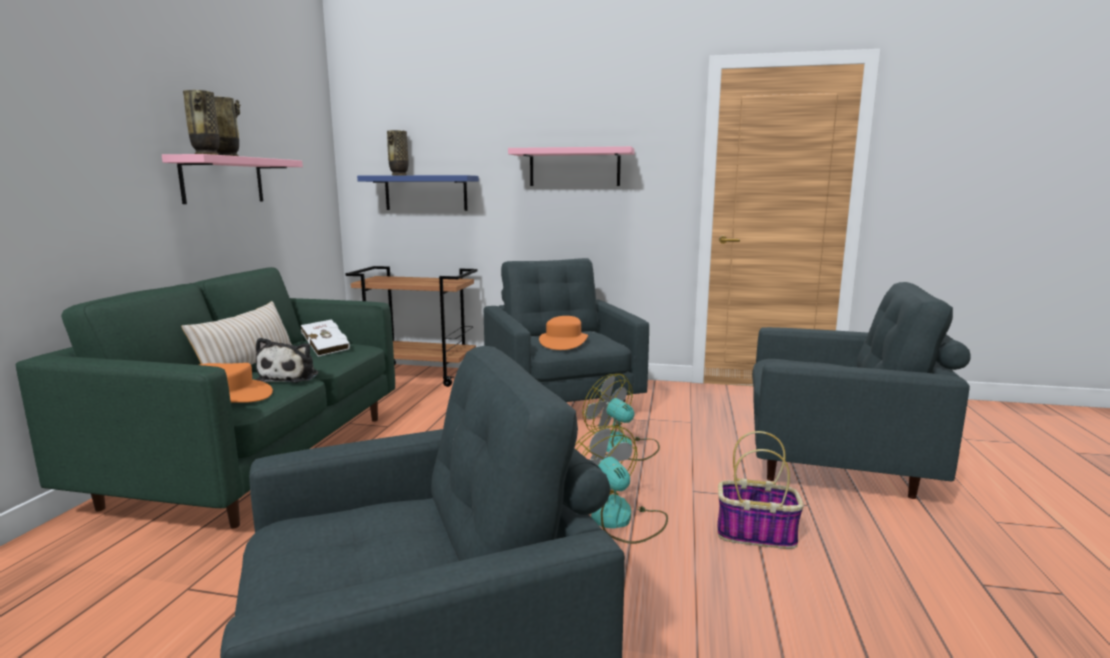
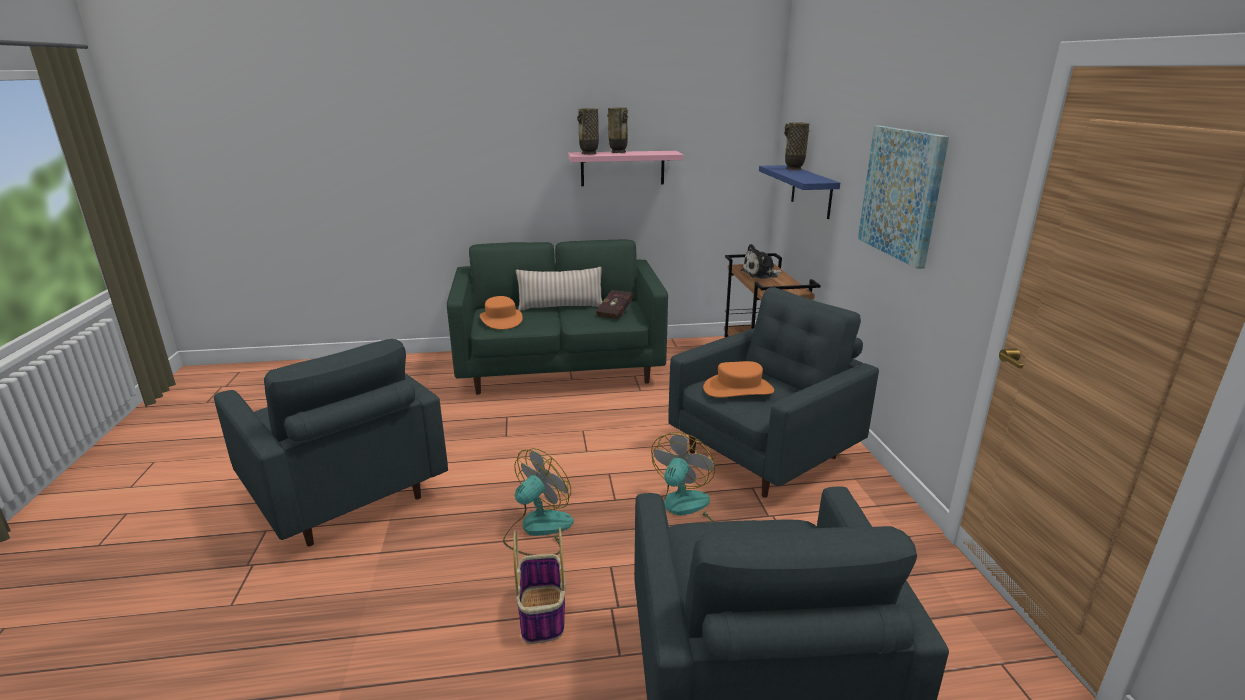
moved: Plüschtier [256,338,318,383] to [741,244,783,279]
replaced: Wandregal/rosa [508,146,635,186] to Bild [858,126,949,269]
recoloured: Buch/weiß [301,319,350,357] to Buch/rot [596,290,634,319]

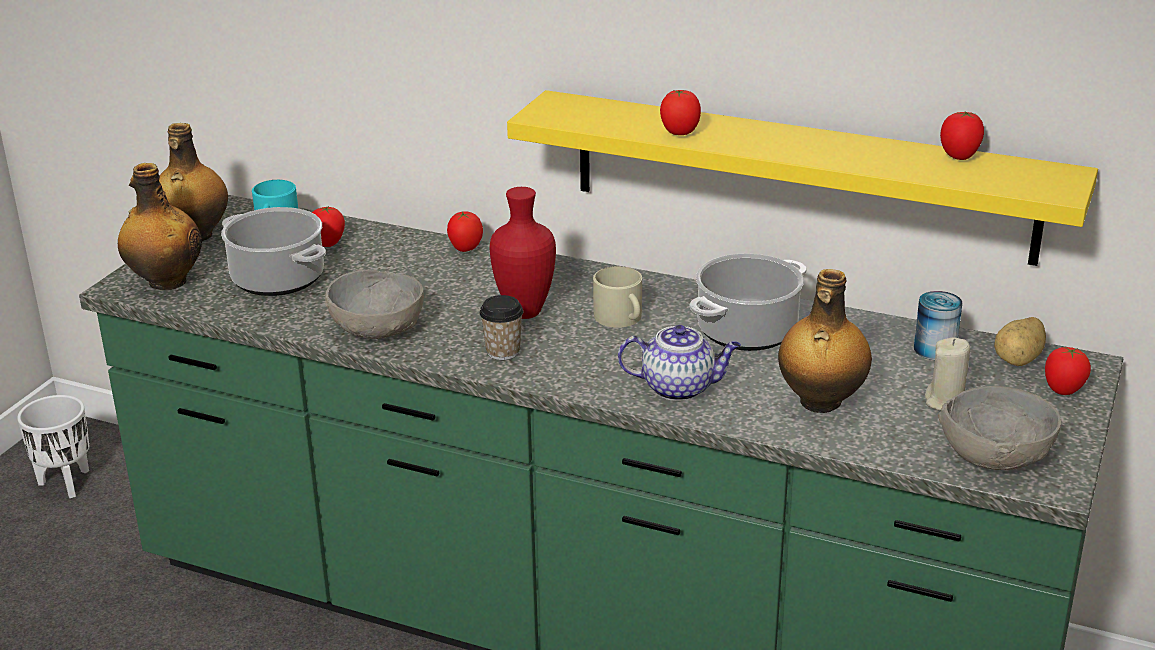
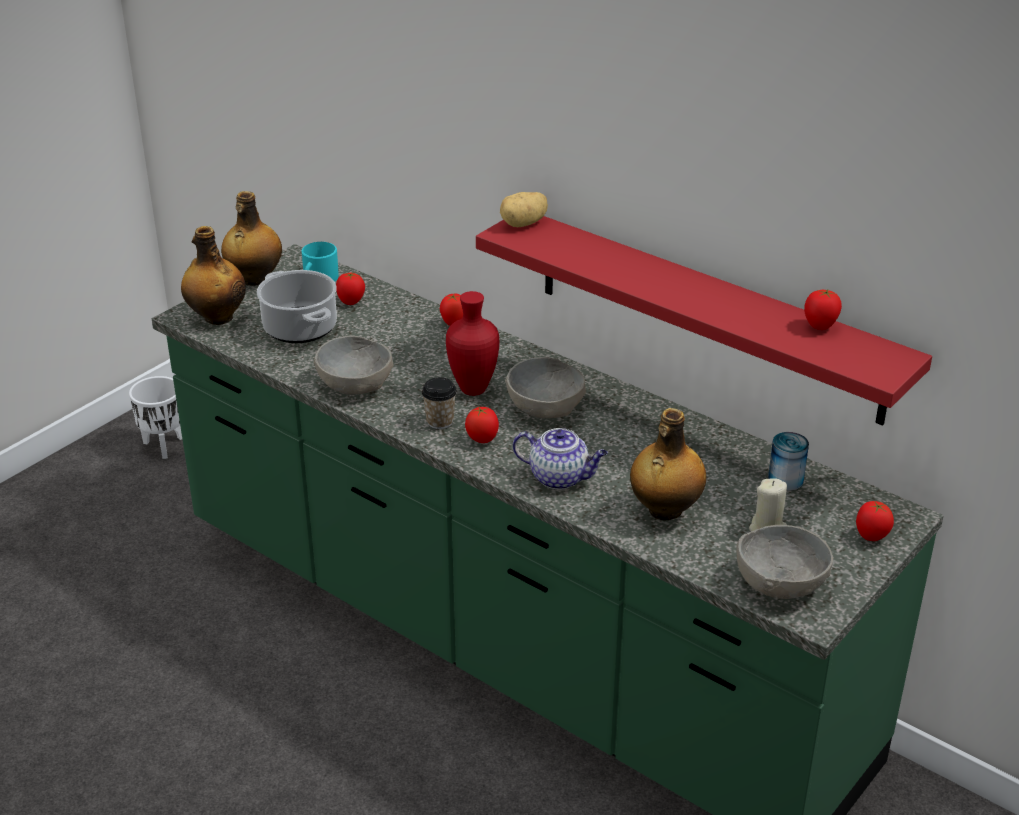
removed: Kochtopf [689,254,807,351]
moved: Tomate [660,90,701,135] to [465,406,499,443]; Kartoffel [994,317,1046,366] to [500,192,548,227]
replaced: Henkelbecher/beige [593,266,642,328] to Schüssel/grau [505,357,586,418]
recoloured: Wandregal/gelb [507,90,1098,266] to Wandregal/rot [476,216,932,426]

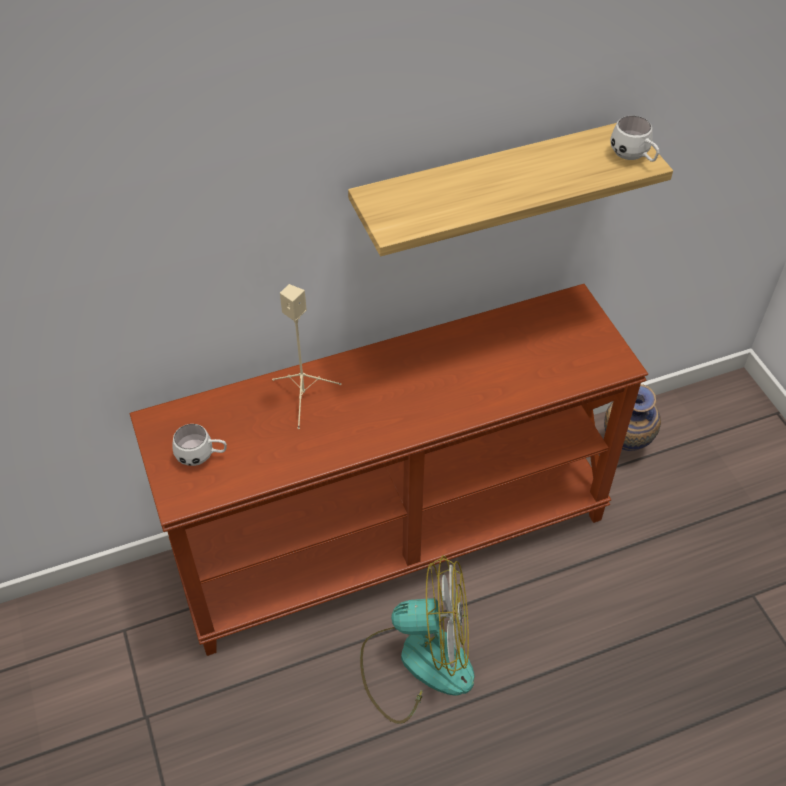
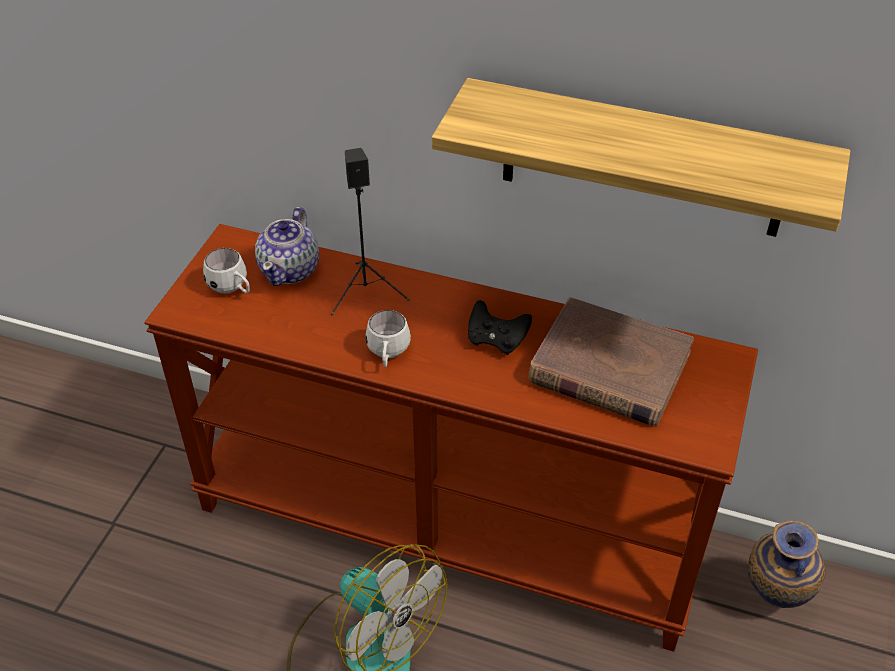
added: Teekanne [255,207,319,286]; Buch/braun [528,297,694,427]; Gamepad/schwarz [468,300,532,355]
moved: Henkelbecher/weiß [610,116,659,162] to [365,310,411,367]
recoloured: Lautsprecher/beige [272,284,341,429] to Lautsprecher/schwarz [331,148,410,315]

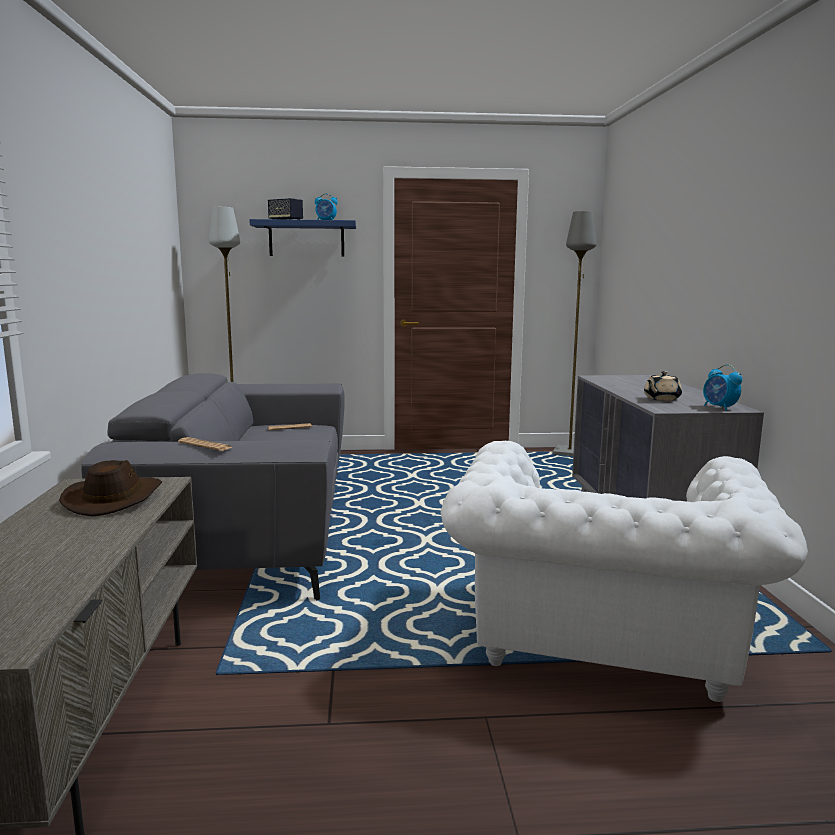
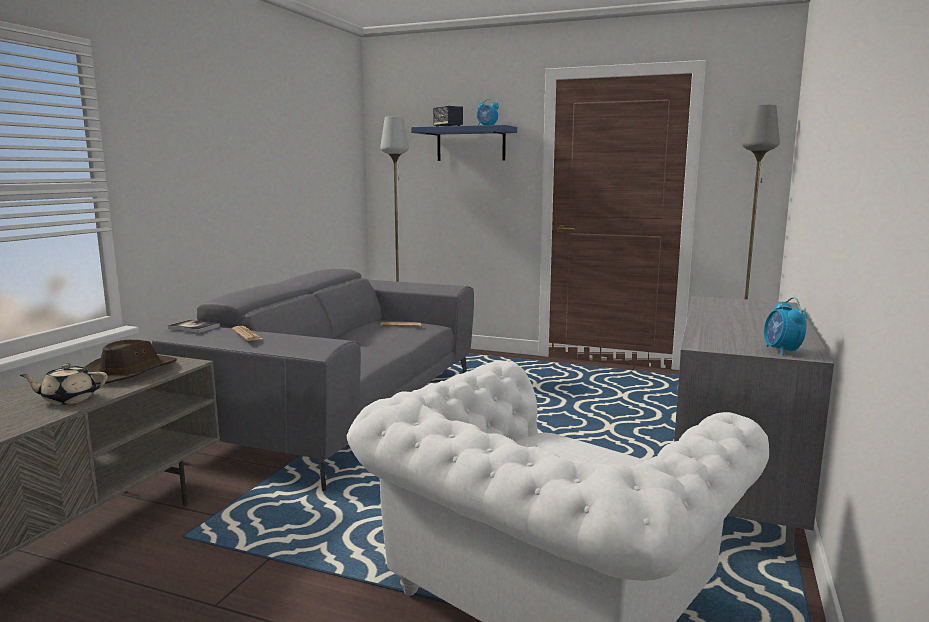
added: Buch [168,319,220,333]
moved: Teekanne/beige [644,371,682,401] to [20,363,107,405]

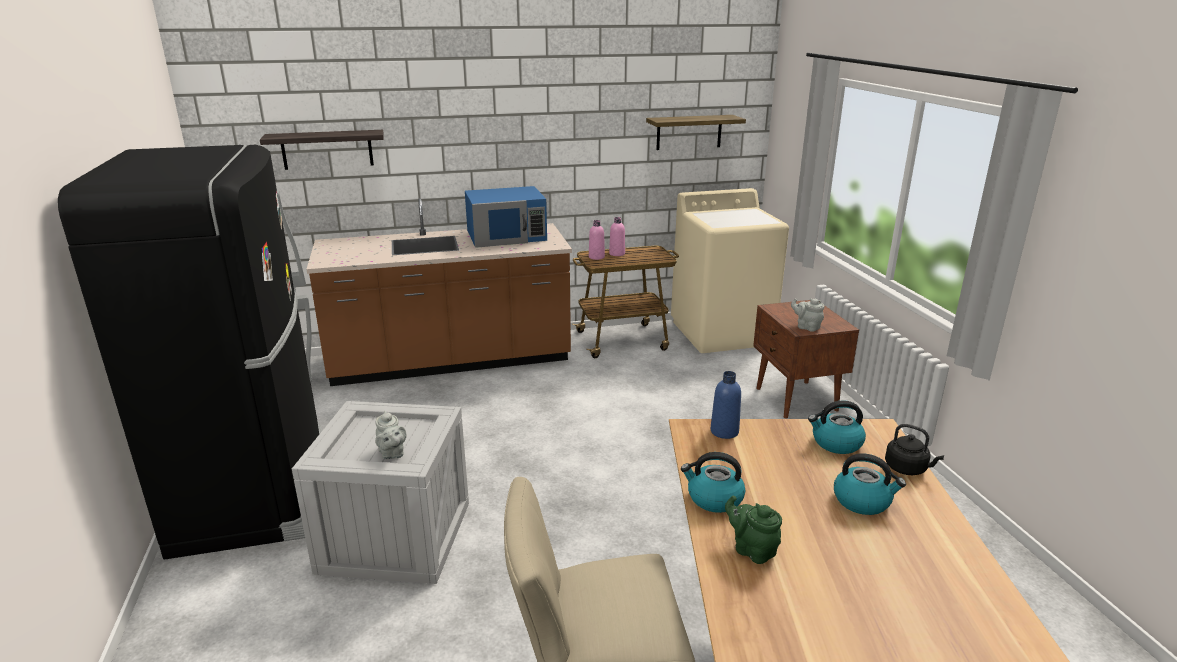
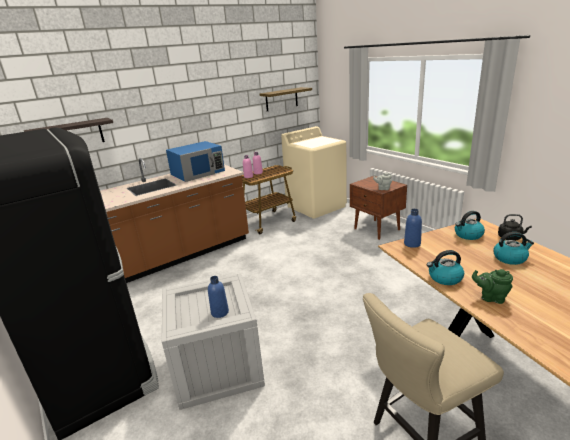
replaced: Teekanne/grau [375,411,406,459] to Flasche/blau [208,276,229,318]

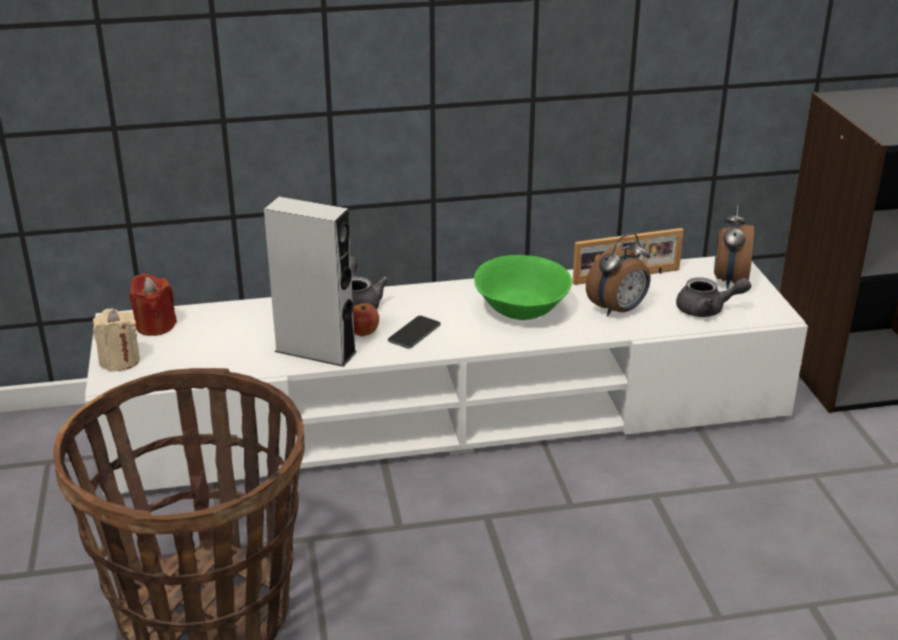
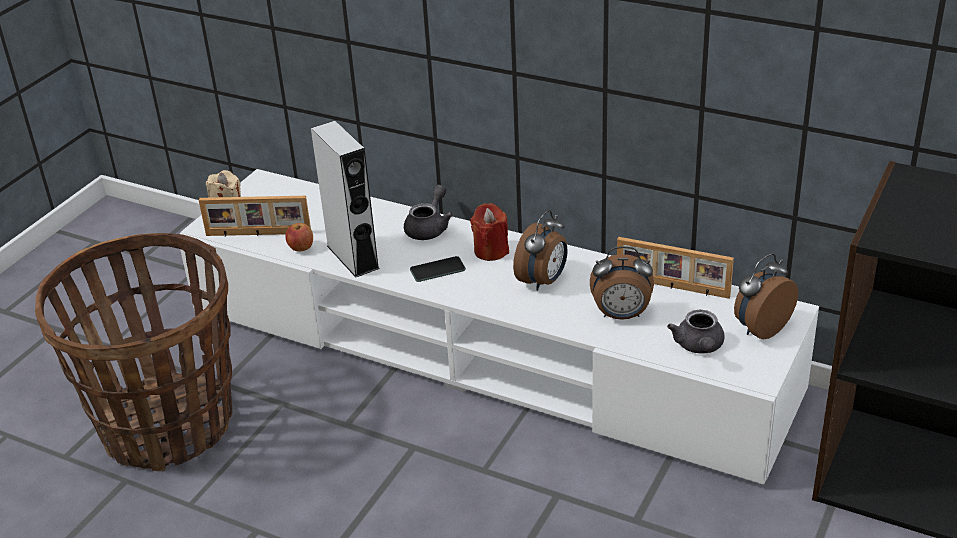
added: Bilderrahmen [199,196,311,237]
moved: Kerze/rot [129,273,177,336] to [470,203,509,261]; Apfel [353,303,379,337] to [285,223,313,251]
replaced: Schüssel/grün [474,255,572,320] to Wecker [513,210,568,291]
turned: Teekanne/grau [676,277,751,317] = [667,310,725,353] 45 degrees clockwise

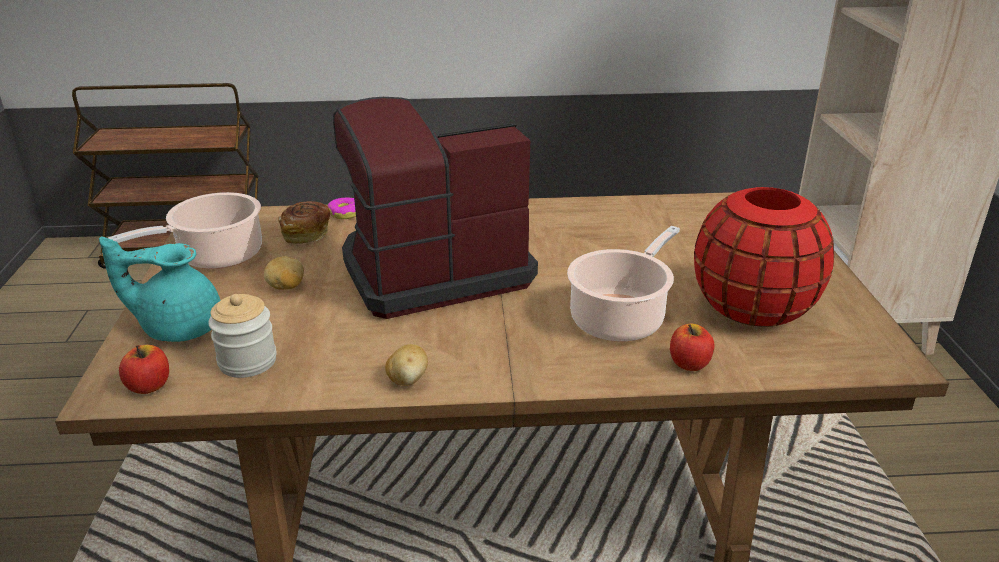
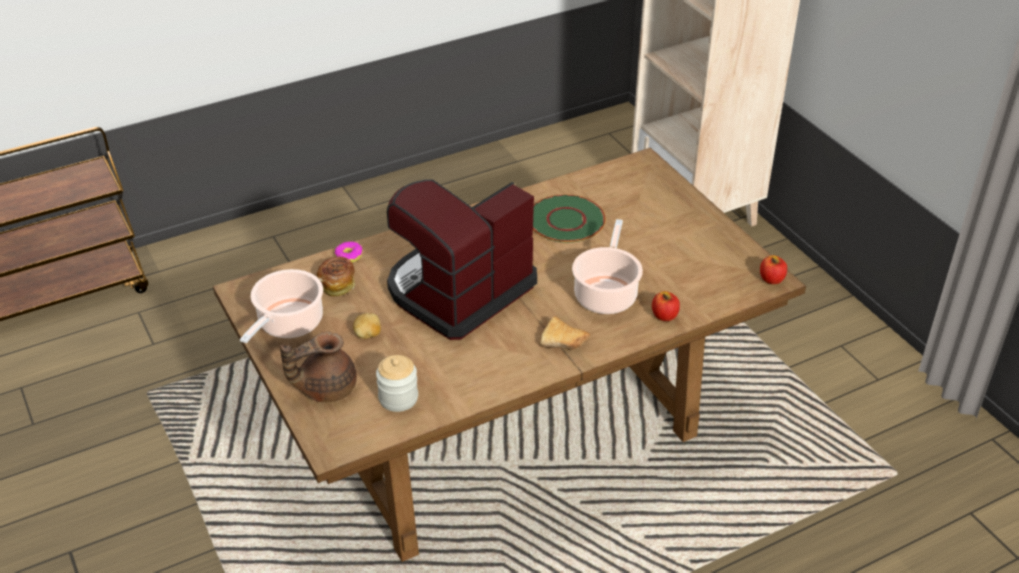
removed: Vase/rot [694,187,834,327]; Kartoffel [385,344,428,386]
added: Teller/grün [533,195,606,243]; Brot [540,316,590,350]
moved: Apfel [119,345,169,394] to [760,255,787,284]
recoloured: Teekanne/türkis [99,236,220,342] to Teekanne/braun [280,332,357,403]

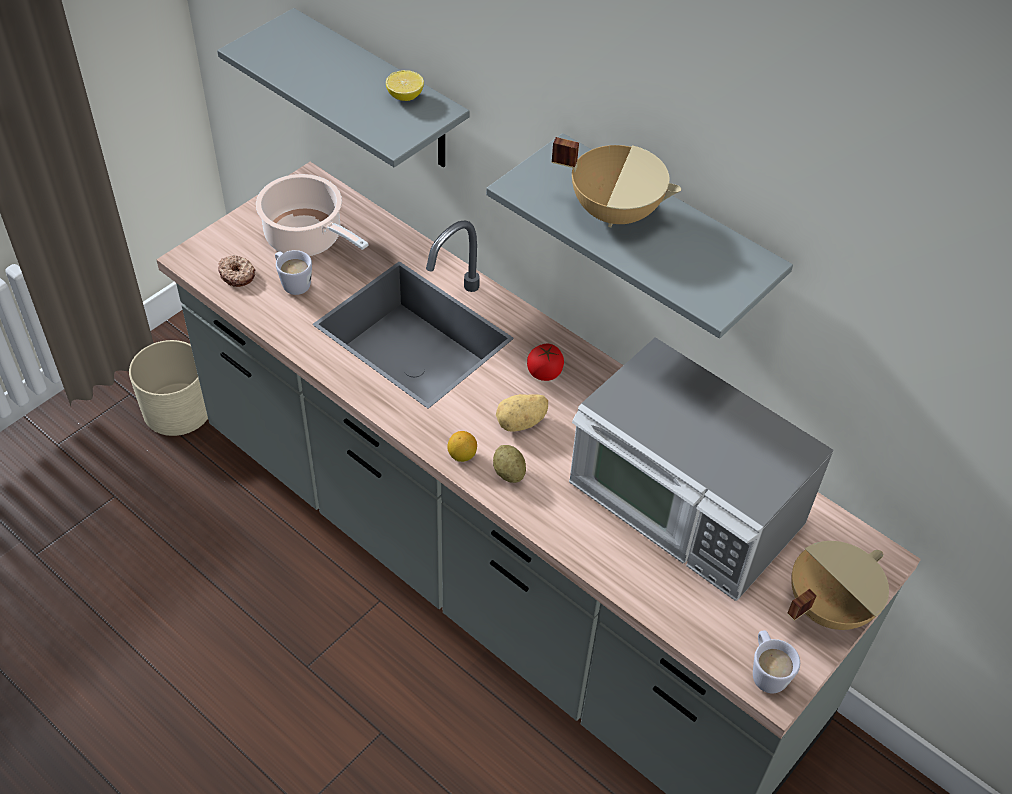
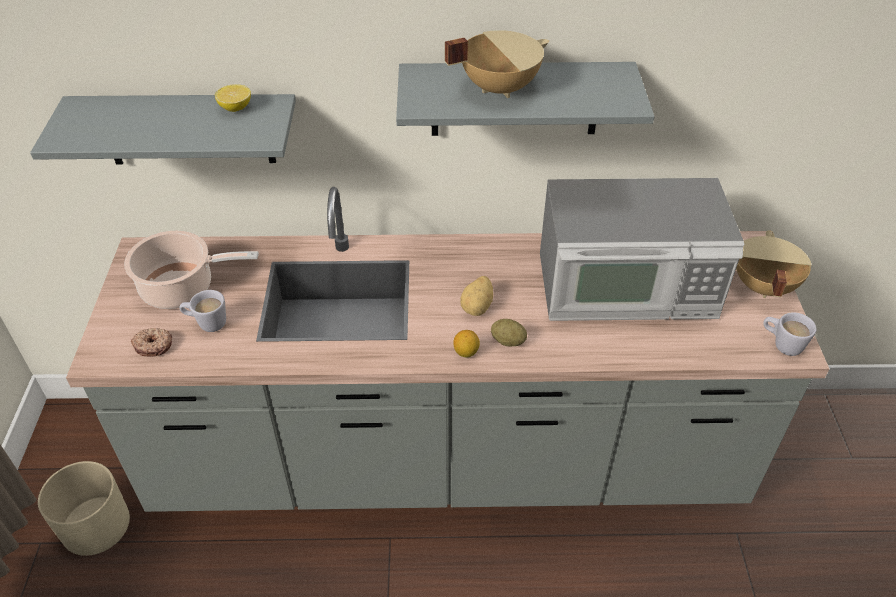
removed: Tomate [527,344,564,381]

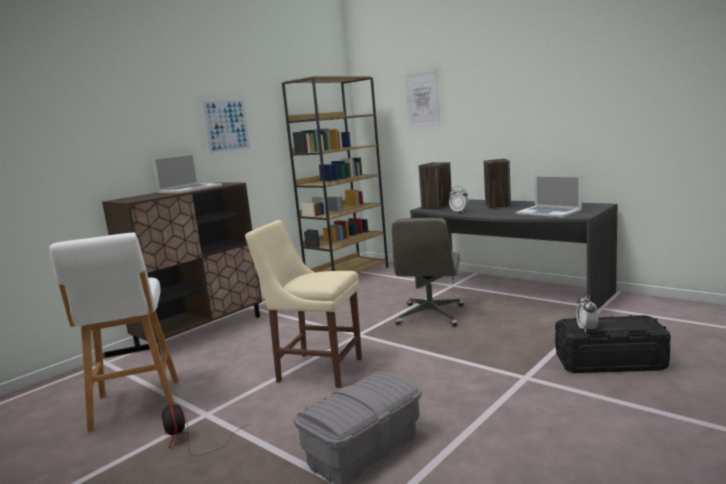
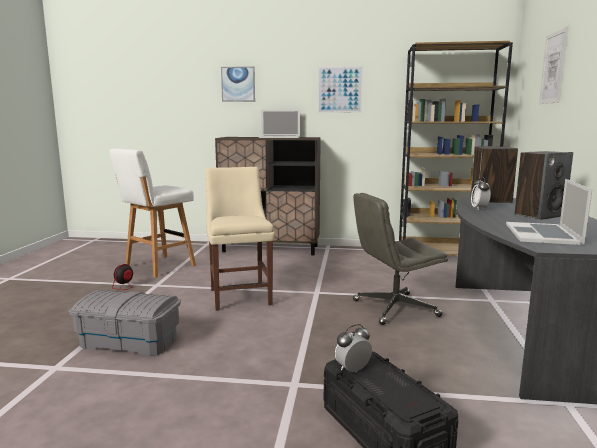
added: Bild [221,66,255,102]

